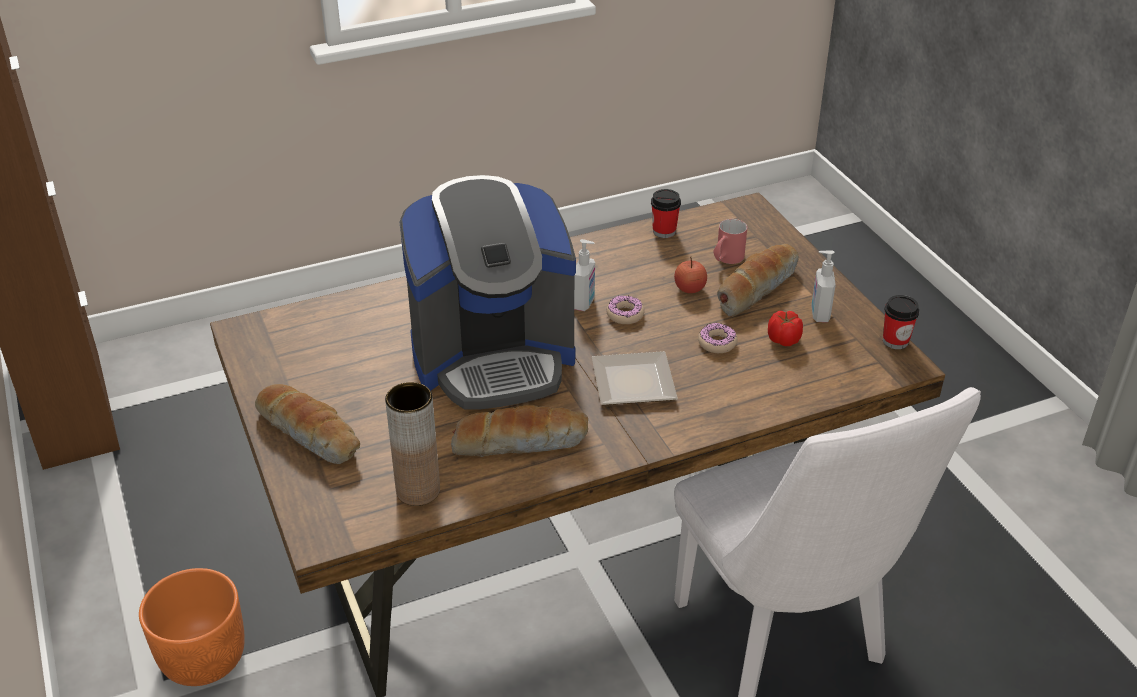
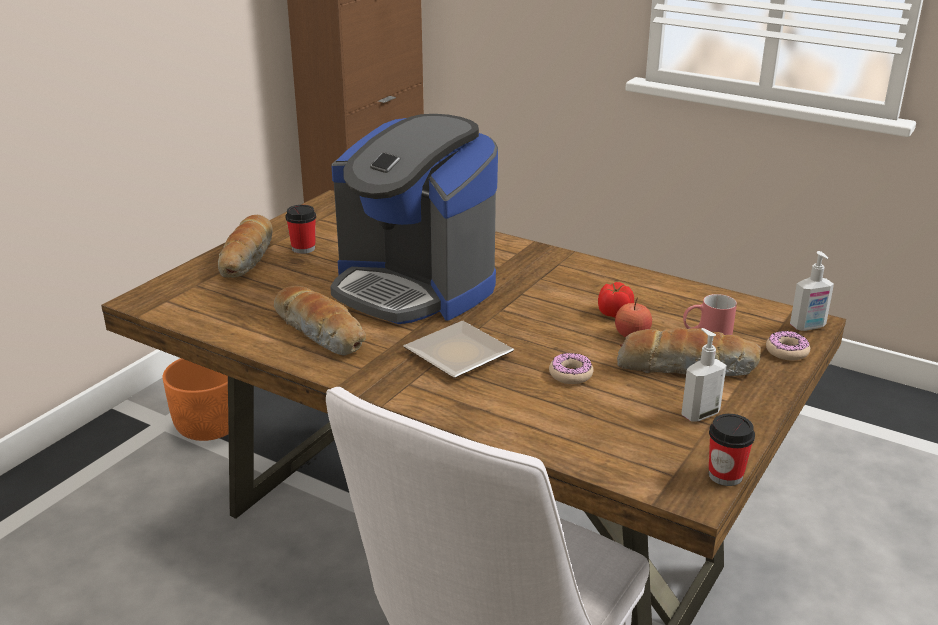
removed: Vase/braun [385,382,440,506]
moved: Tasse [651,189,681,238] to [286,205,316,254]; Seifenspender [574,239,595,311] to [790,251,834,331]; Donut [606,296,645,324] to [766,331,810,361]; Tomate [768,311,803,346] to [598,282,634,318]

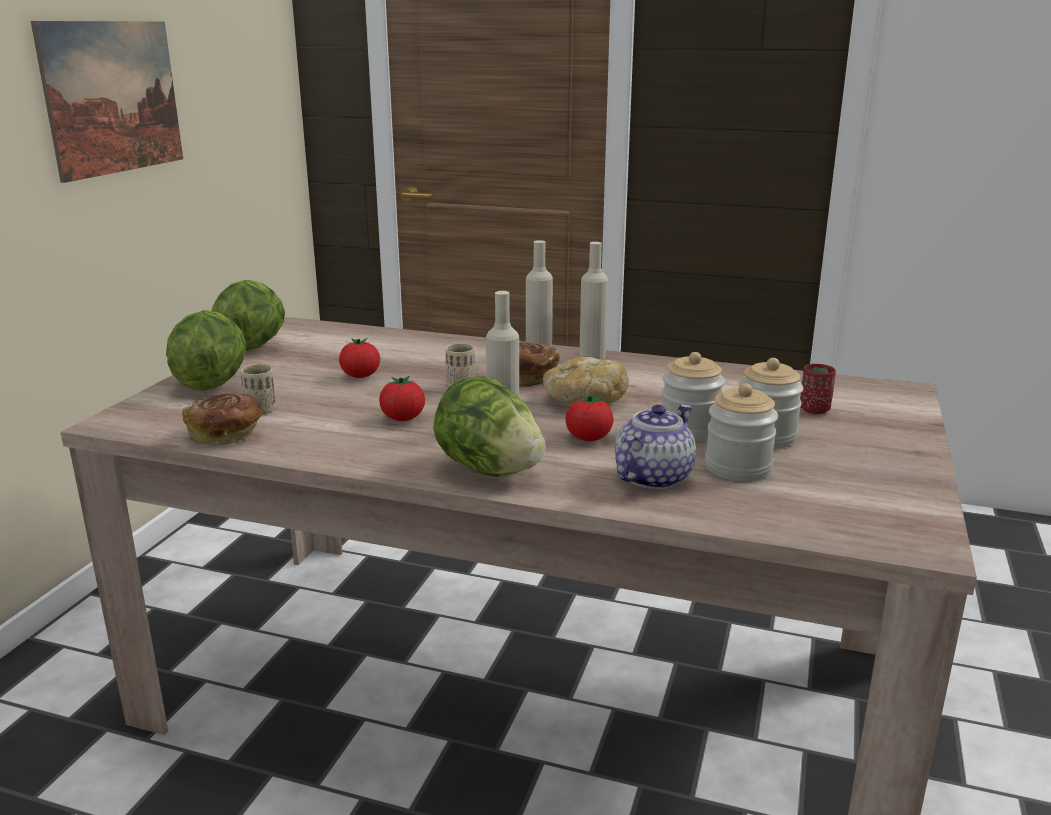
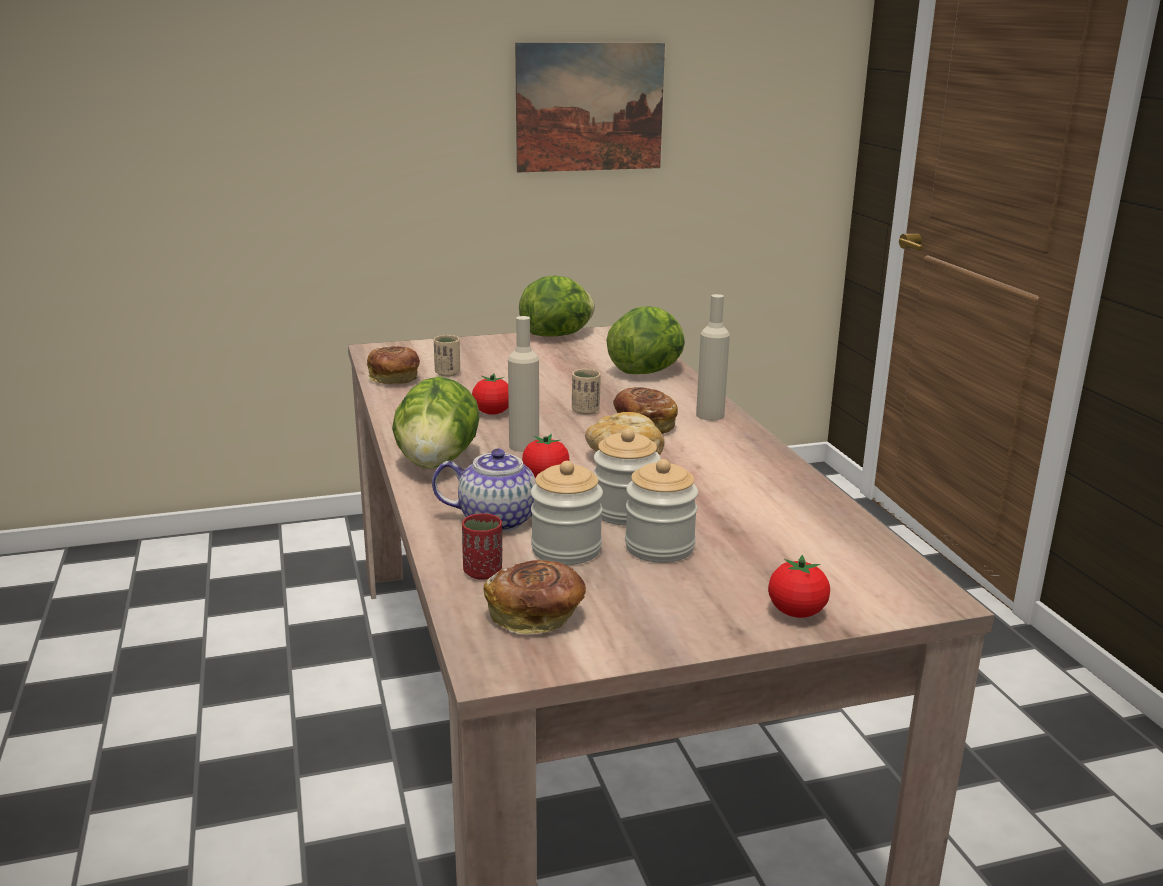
removed: Flasche/beige [579,242,608,359]
added: Brot [484,560,586,635]
moved: Salatkopf [166,310,247,391] to [606,306,685,374]; Tomate [339,338,380,378] to [768,555,830,618]; Tasse/rot [800,364,836,414] to [462,513,502,580]

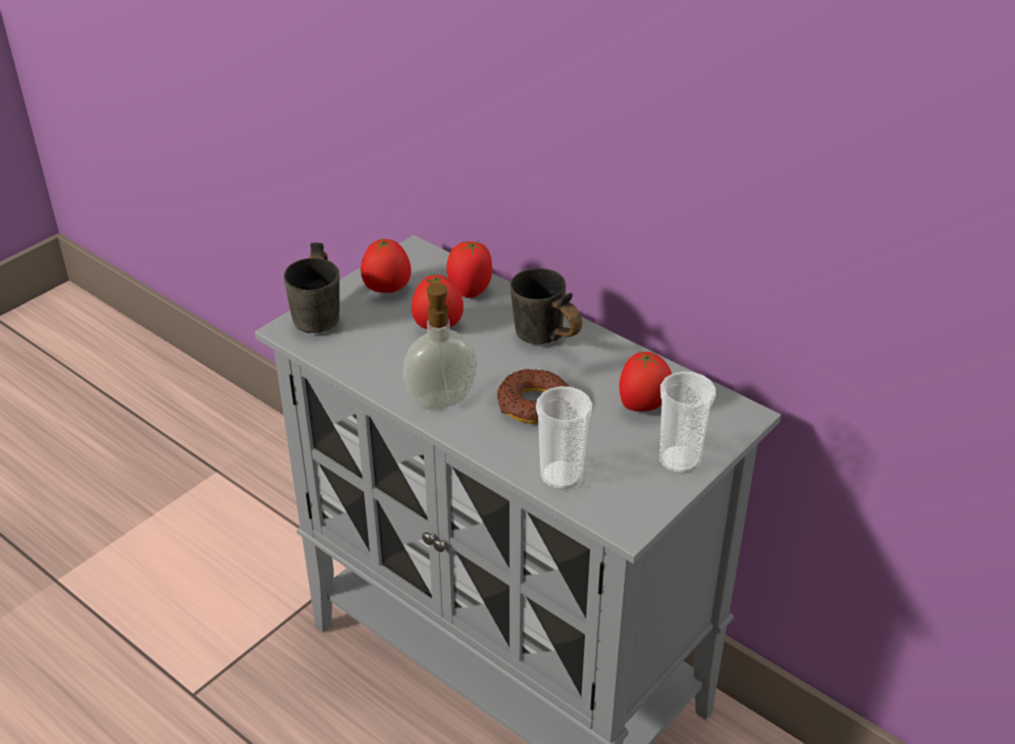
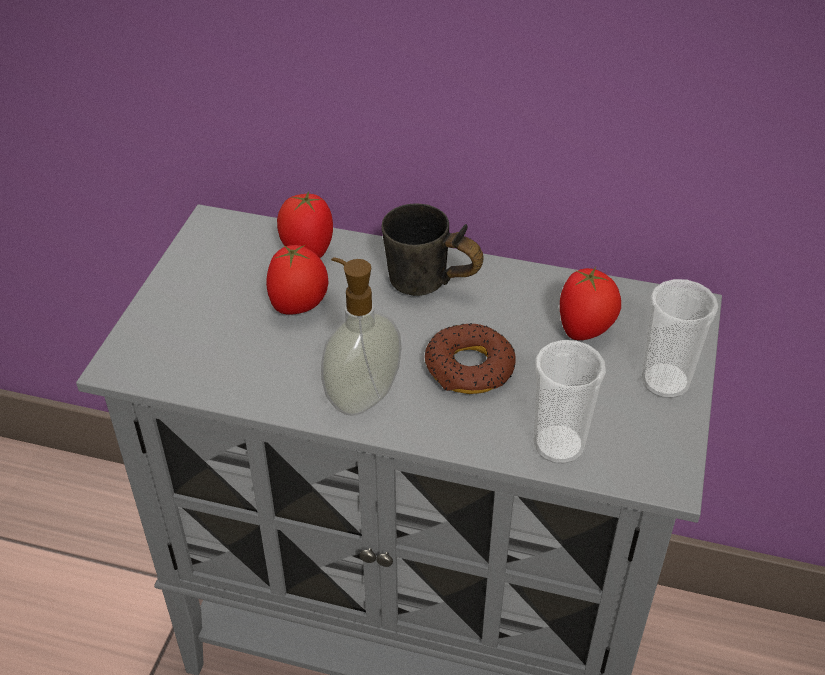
removed: Tomate [361,238,411,293]; Henkelbecher/grau [284,242,340,333]

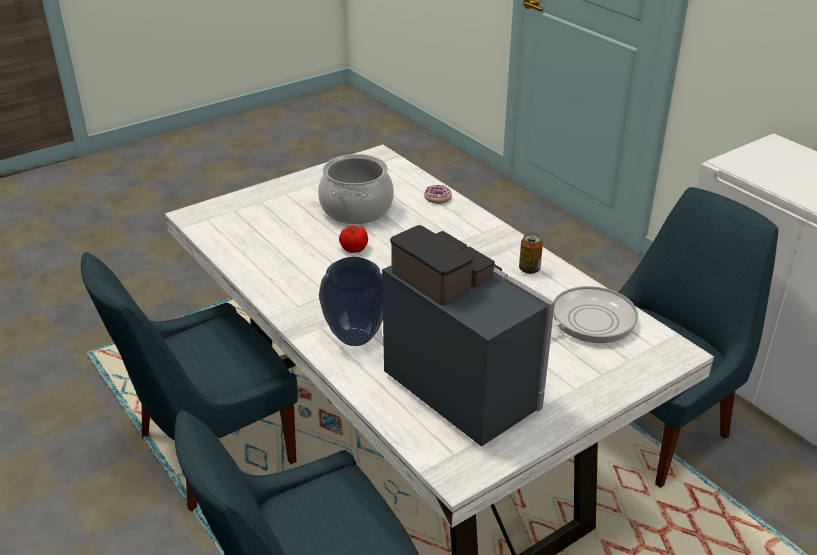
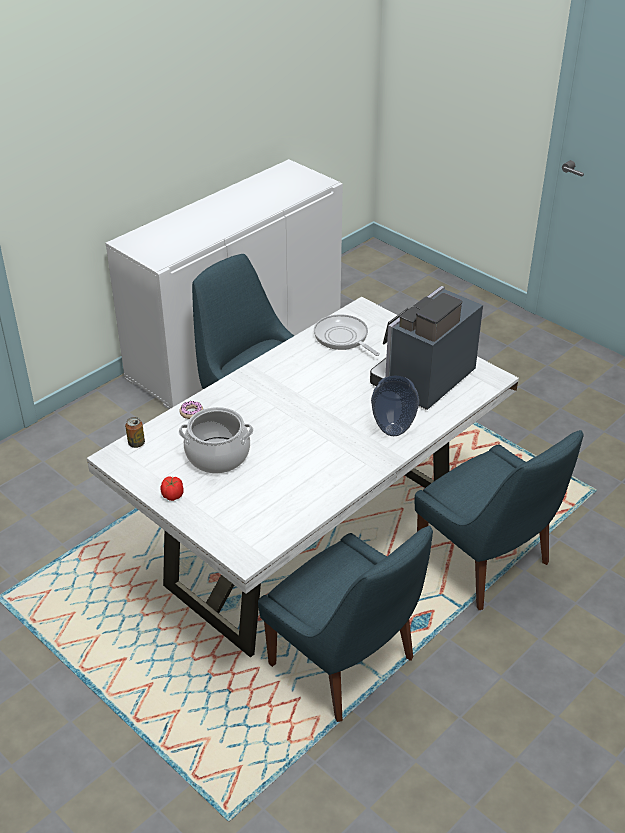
moved: Tomate [339,225,368,253] to [160,476,184,501]; Dose [519,233,543,274] to [125,417,145,448]

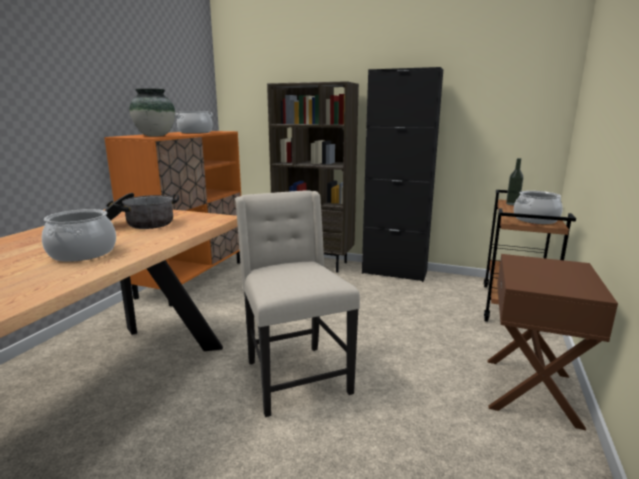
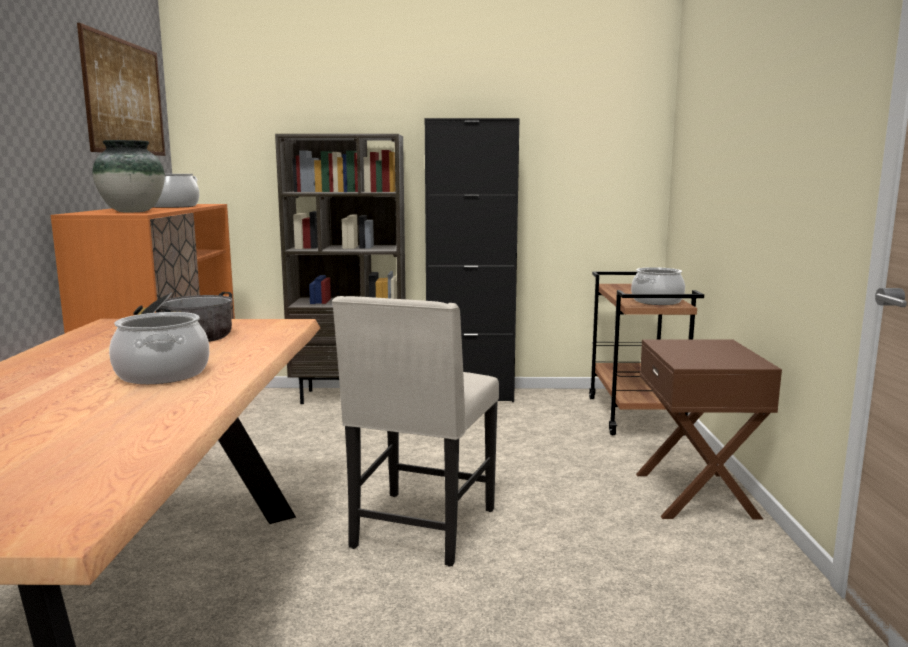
removed: Flasche [506,158,523,205]
added: Bild [77,23,166,156]
turned: Stuhl/beige [235,190,360,417] = [332,296,499,567] 120 degrees counterclockwise

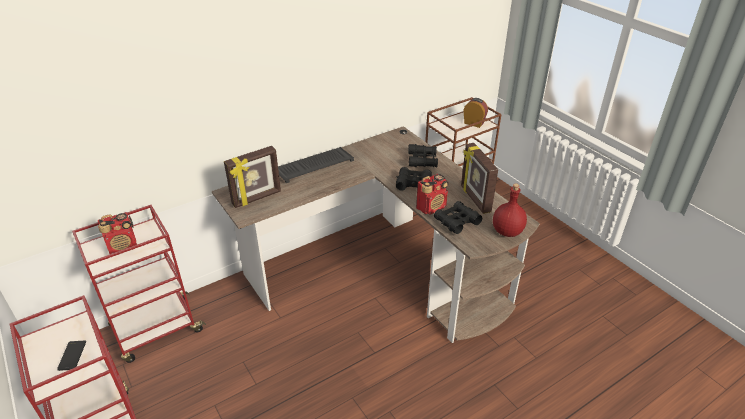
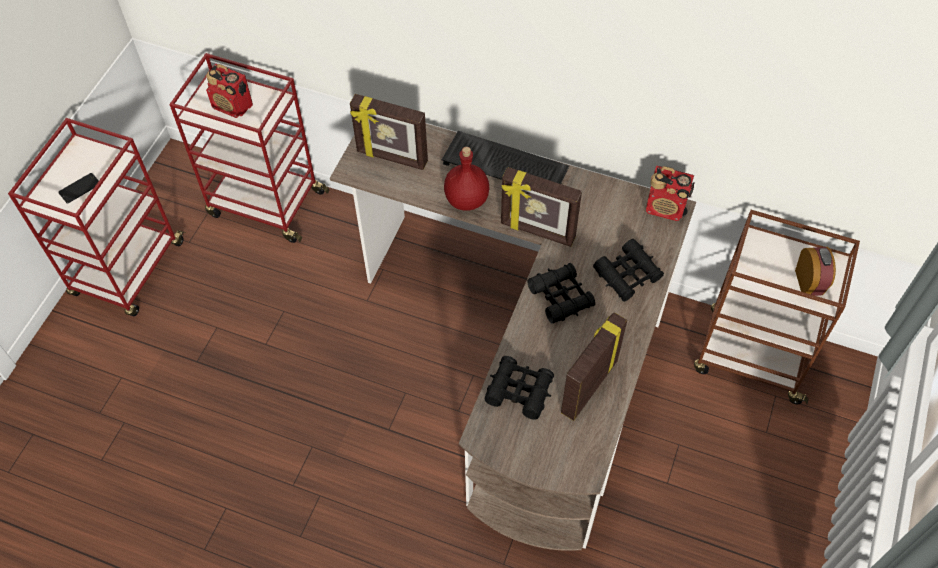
added: Bilderrahmen [501,167,582,247]
moved: Radio [416,174,448,215] to [646,166,695,221]; Flasche/rot [493,183,527,237] to [444,147,489,211]

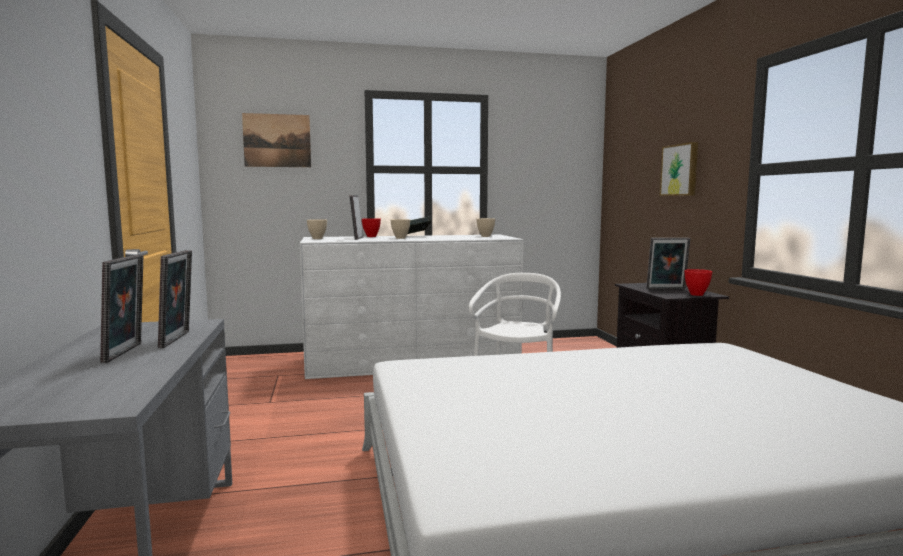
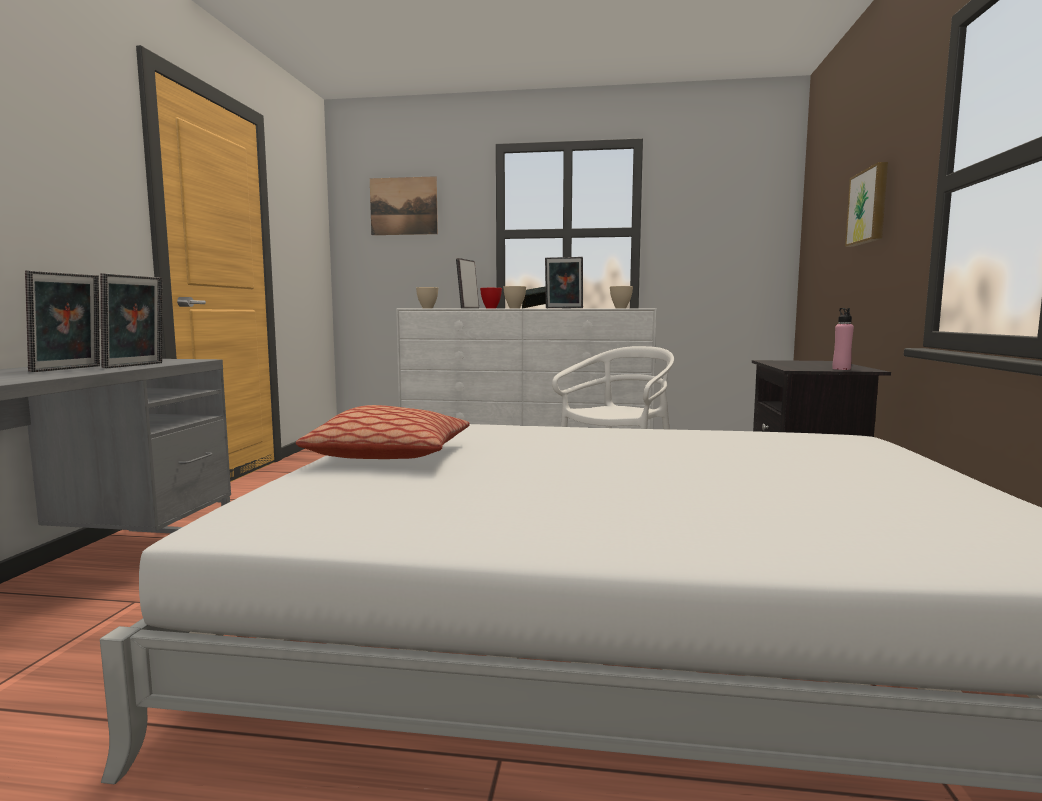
added: Kissen [296,405,470,459]
moved: Bilderrahmen [646,238,690,289] to [545,257,583,308]
replaced: Schüssel/rot [684,269,712,296] to Flasche/rosa [833,308,854,370]

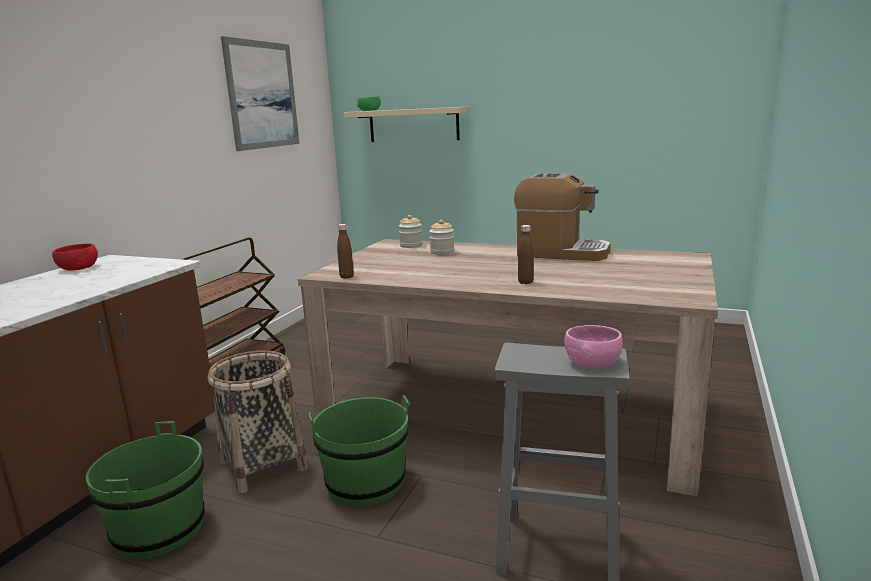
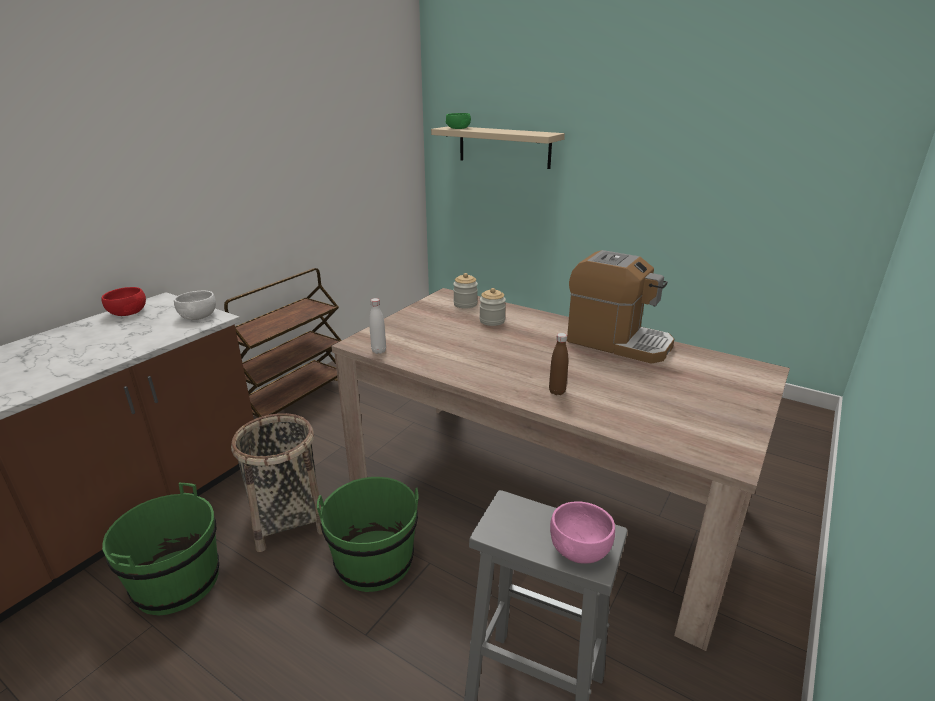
removed: Bild [221,36,300,151]
added: Schüssel/weiß [174,291,216,320]
recoloured: Flasche/braun [337,224,354,279] to Flasche/weiß [369,298,386,354]

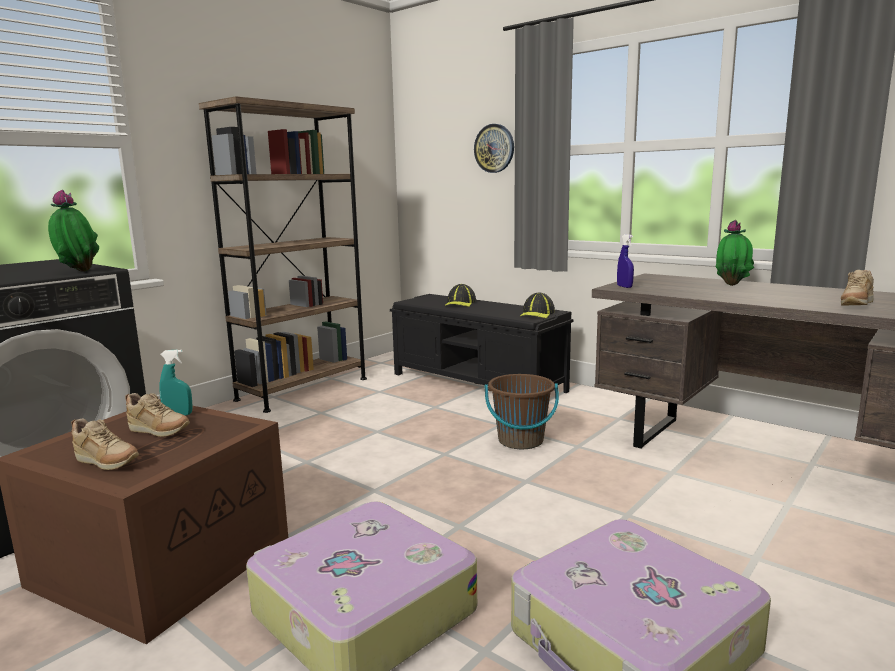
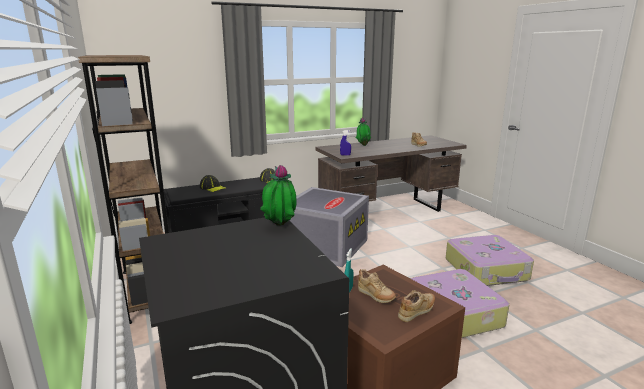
removed: Wanduhr [474,124,514,173]
replaced: Eimer/braun [485,374,559,449] to Aufbewahrungsbox/grau [289,187,369,267]
turned: Schuh/beige [125,393,190,437] = [358,269,396,303] 90 degrees clockwise

